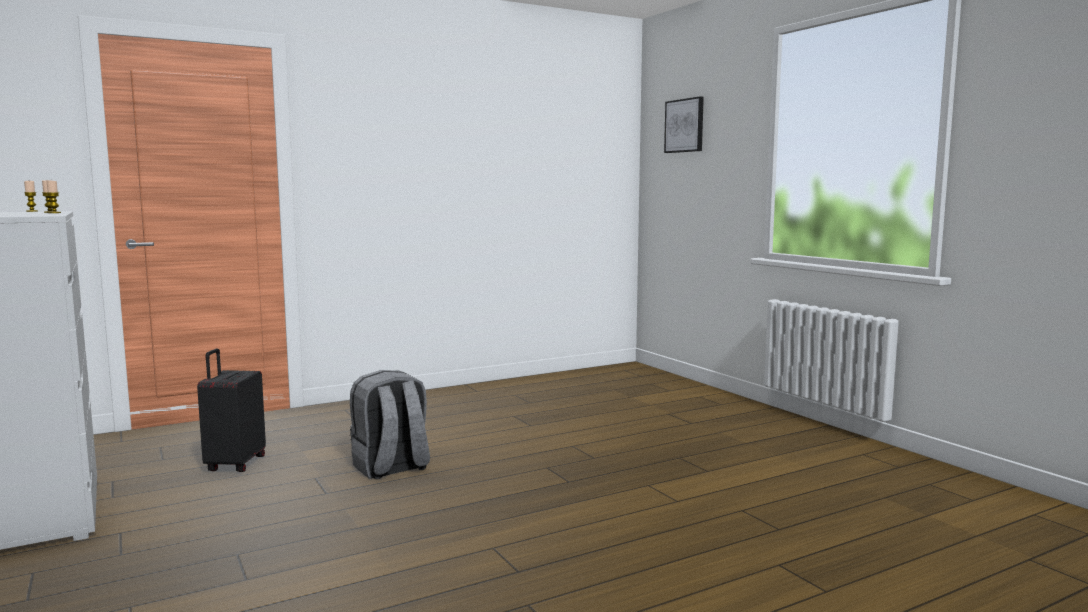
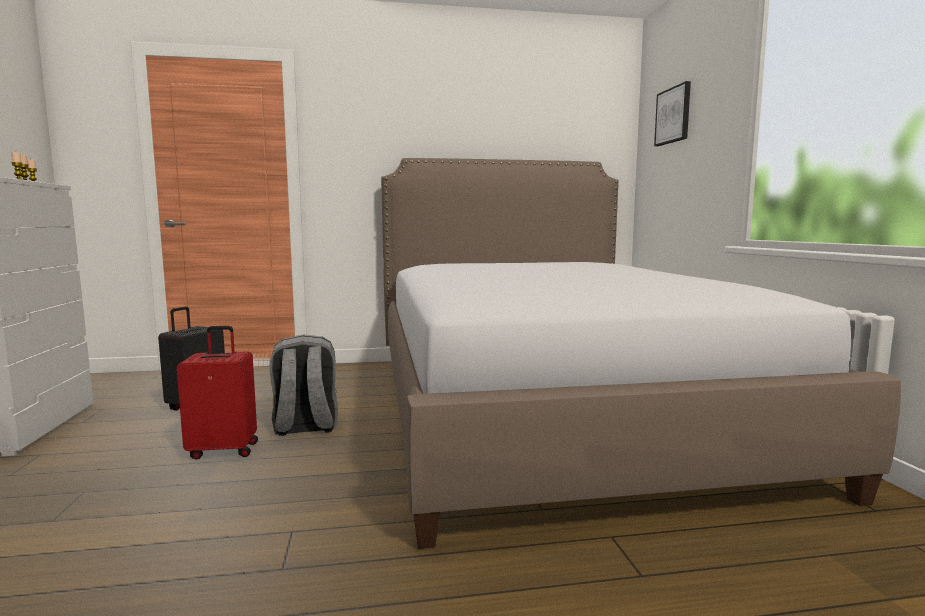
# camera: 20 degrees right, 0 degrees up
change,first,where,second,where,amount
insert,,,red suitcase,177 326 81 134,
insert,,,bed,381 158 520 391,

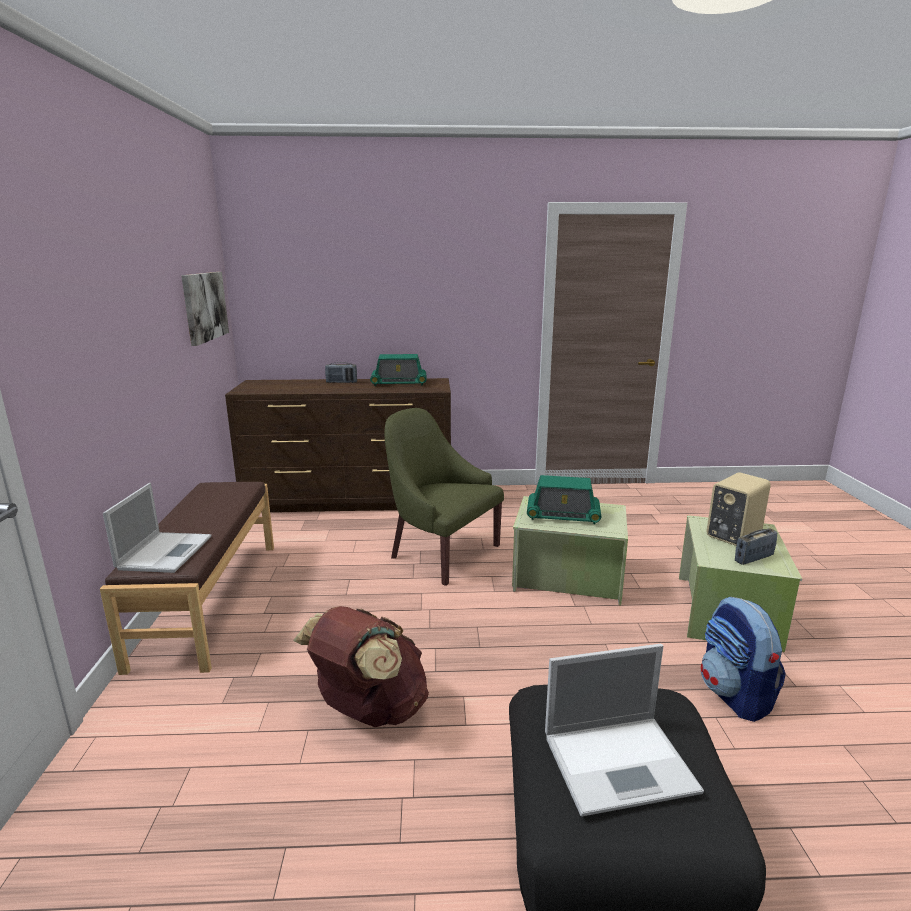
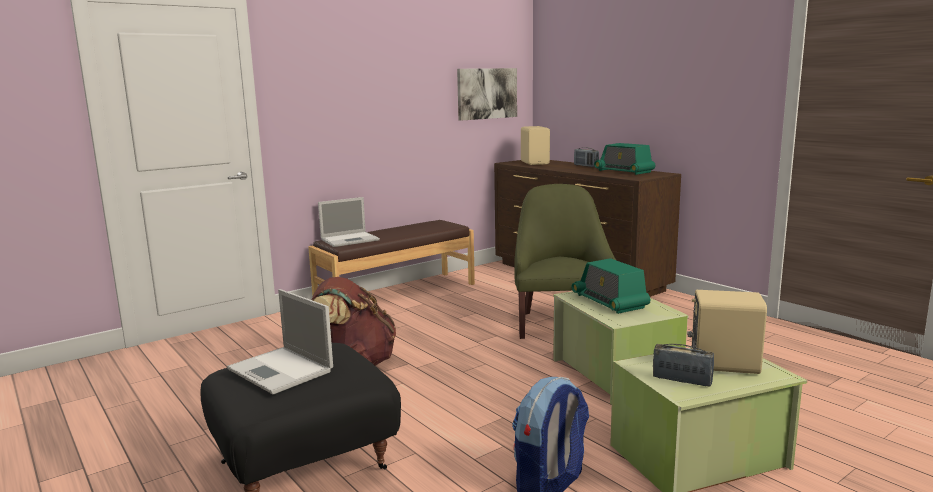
# camera: 55 degrees right, 5 degrees down
change,first,where,second,where,amount
insert,,,beige speaker,521 126 29 39,

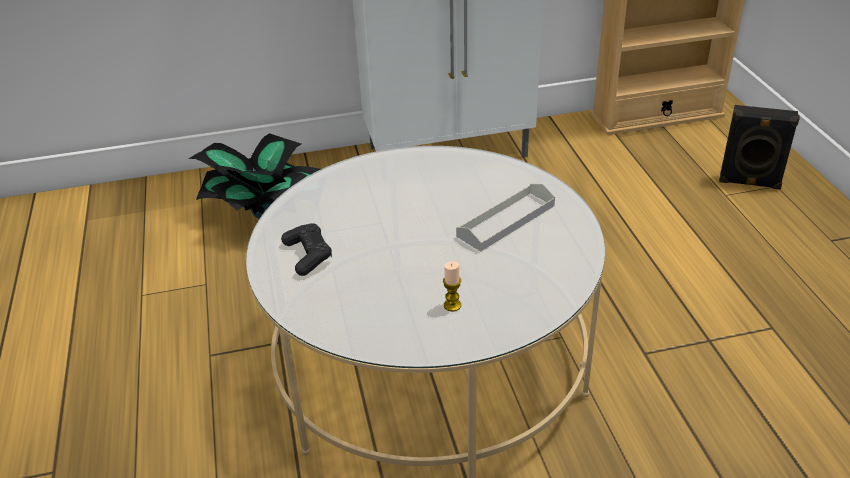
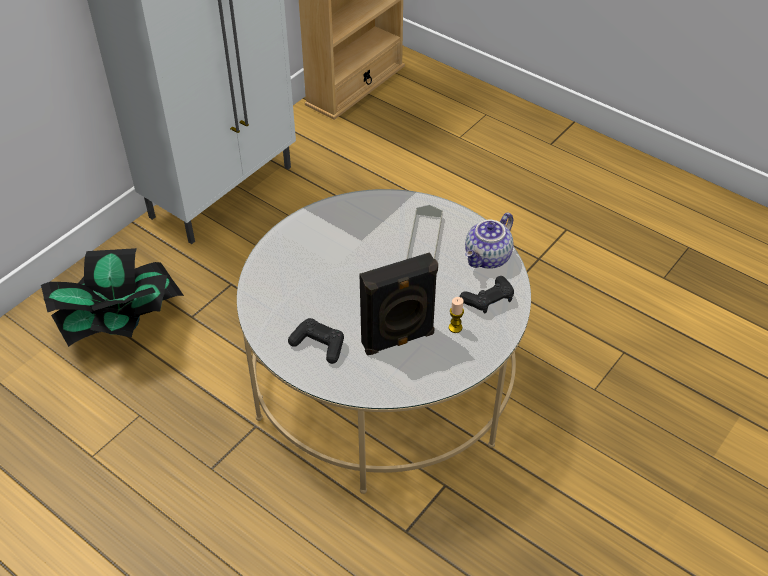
# camera: 40 degrees left, 10 degrees up
change,first,where,second,where,amount
move,black speaker,719 105 81 85,,359 252 79 103,
insert,,,black game controller,460 276 54 37,
insert,,,teapot,465 213 48 56,

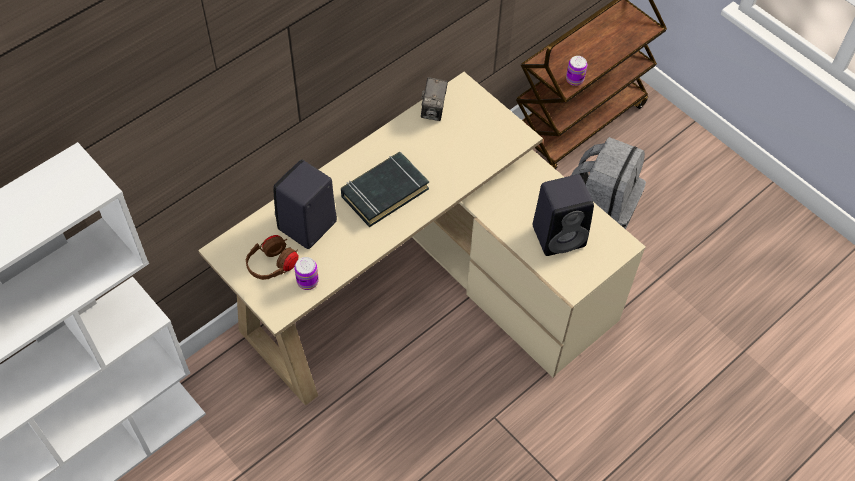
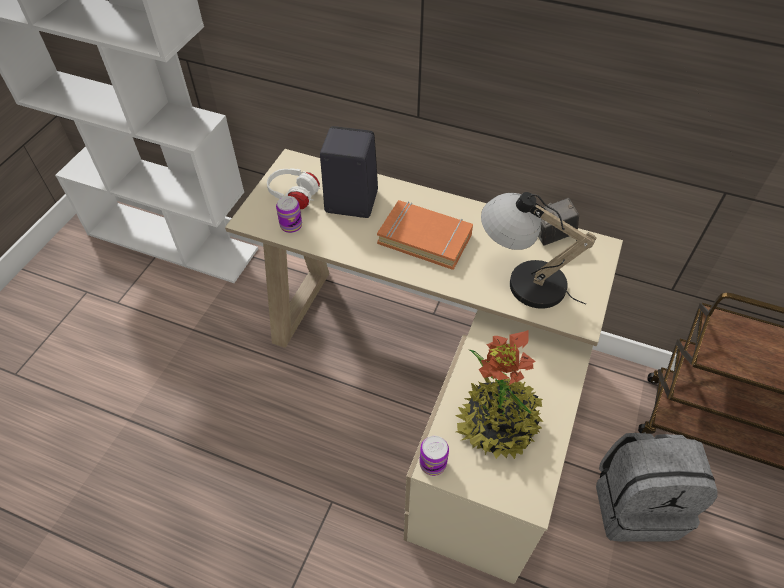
# camera: 65 degrees right, 5 degrees down
change,first,where,second,where,amount
recolor,brown headphones,246 235 53 45,white headphones,267 168 54 41,
recolor,black book,341 152 88 76,orange book,377 200 96 70,
move,can,566 56 21 30,,419 436 30 40,
replace,black speaker,533 174 61 82,potted plant,455 330 89 129,
insert,,,table lamp,481 192 115 117,

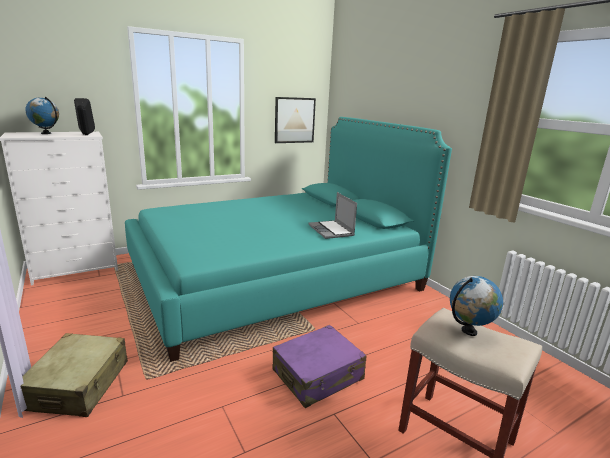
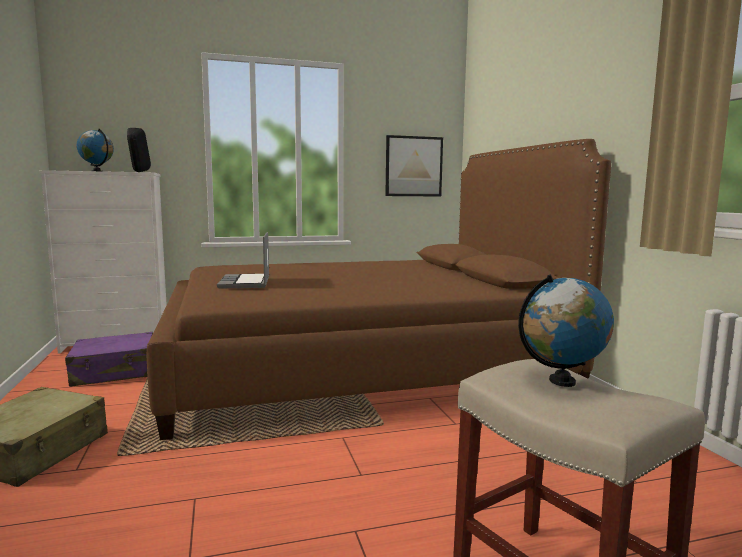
# camera: 15 degrees right, 10 degrees down
change,first,where,second,where,amount
move,purple suitcase,272 325 95 83,,65 332 88 55,
recolor,turquoise bed,125 117 327 245,brown bed,147 139 464 301,
move,laptop,308 192 49 47,,217 232 52 56,

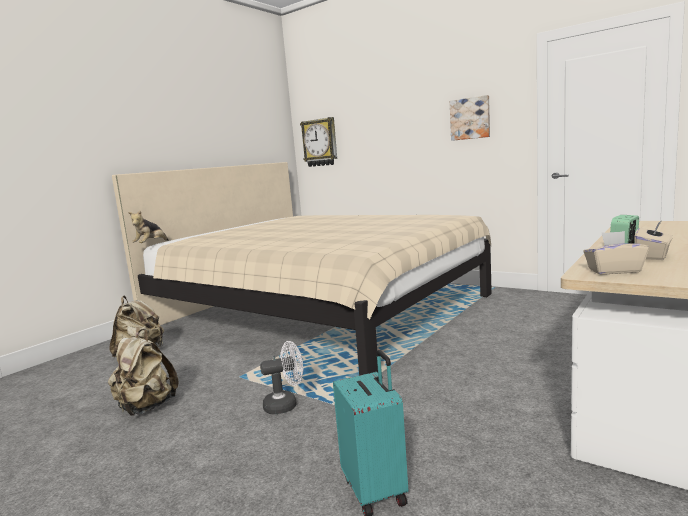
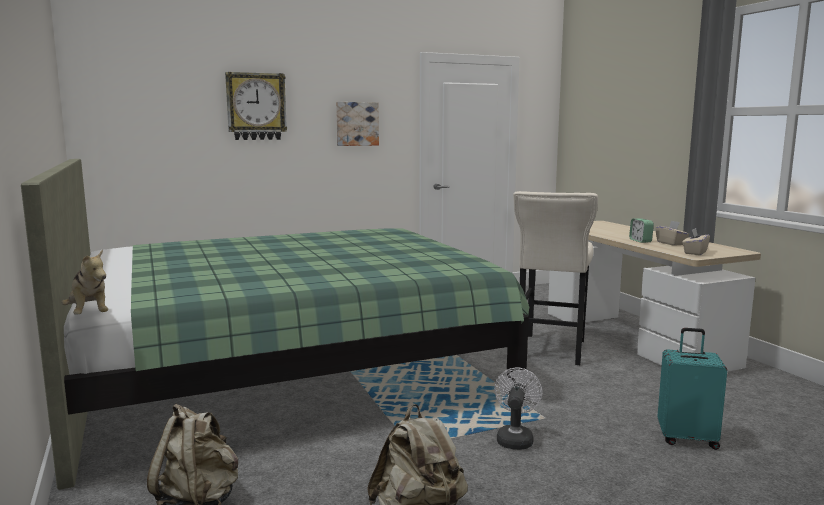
# camera: 60 degrees left, 0 degrees up
change,first,where,second,where,amount
recolor,beige bed,112 162 380 213,green bed,21 159 508 331,
move,wall clock,300 117 37 50,,225 72 62 68,
insert,,,beige stool,513 191 85 174,

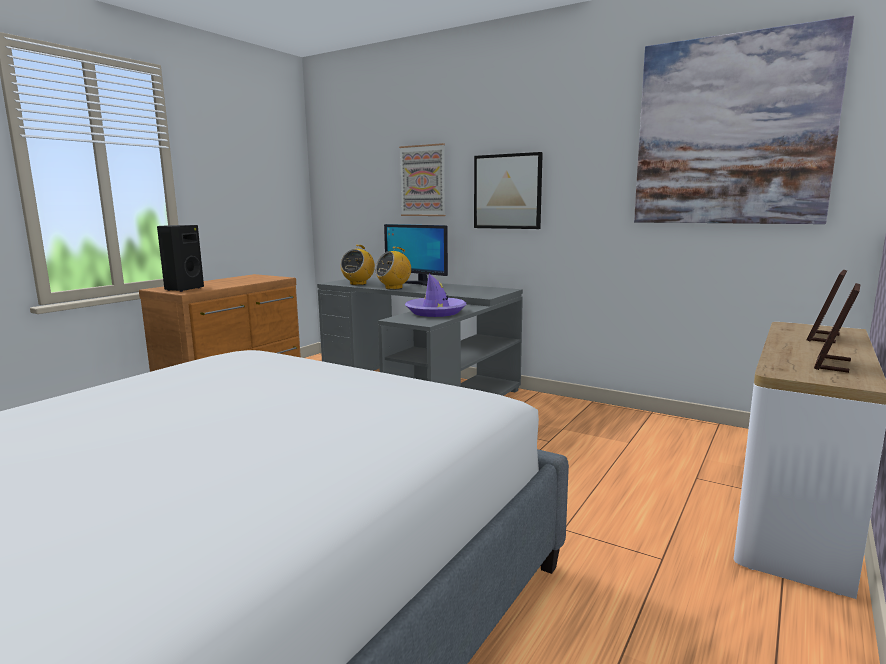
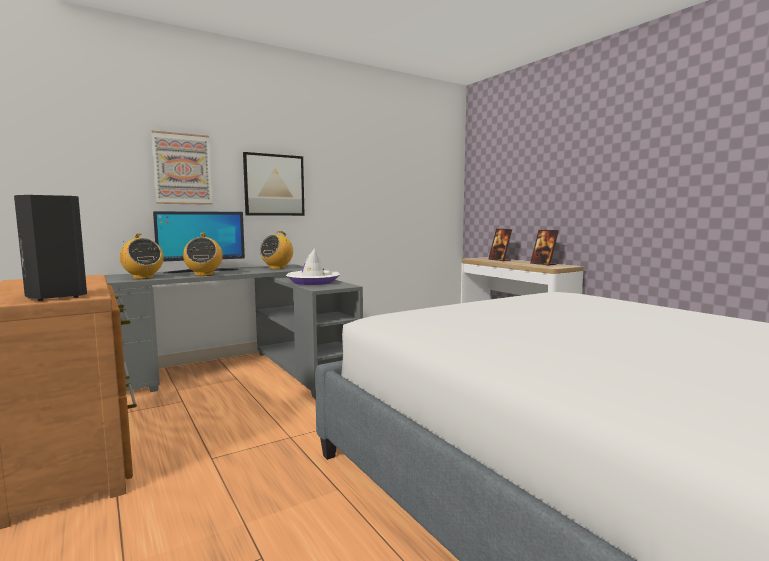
# camera: 65 degrees left, 5 degrees down
change,first,where,second,where,amount
insert,,,radio,260 231 33 38,
recolor,purple hat,405 274 62 43,white hat,286 248 54 37,
delete,picture,634 16 220 208,,,

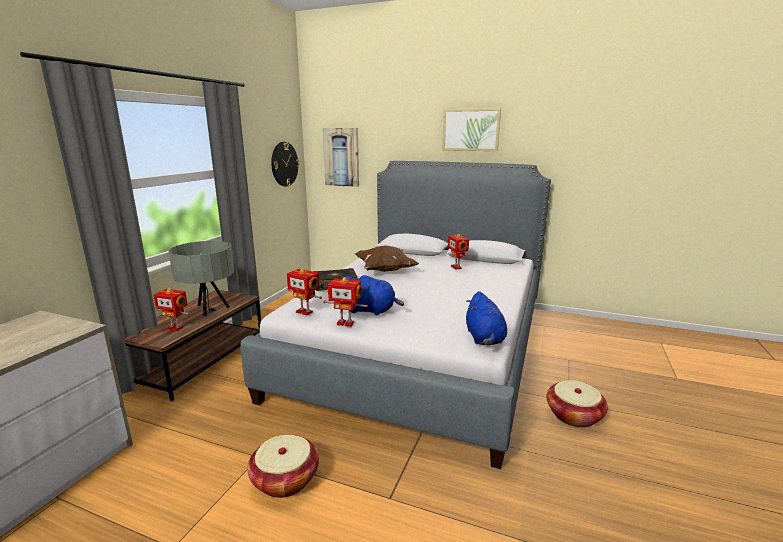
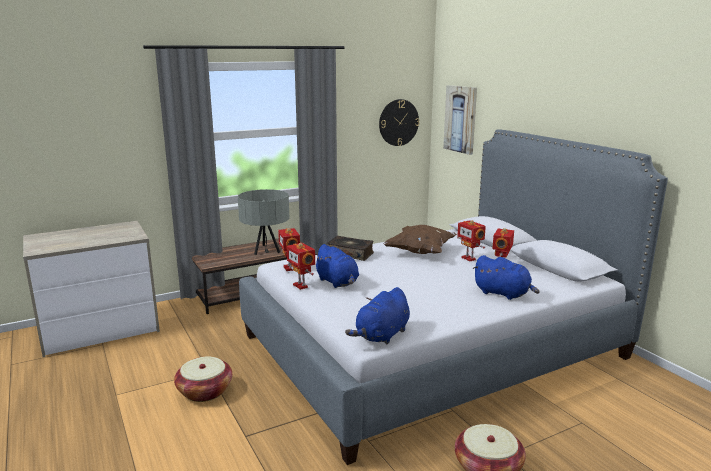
# camera: 40 degrees right, 0 degrees up
change,first,where,second,where,amount
move,toy robot,154 288 36 43,,457 220 29 41,
insert,,,blue plush toy,473 255 66 45,
delete,picture,442 108 59 43,,,

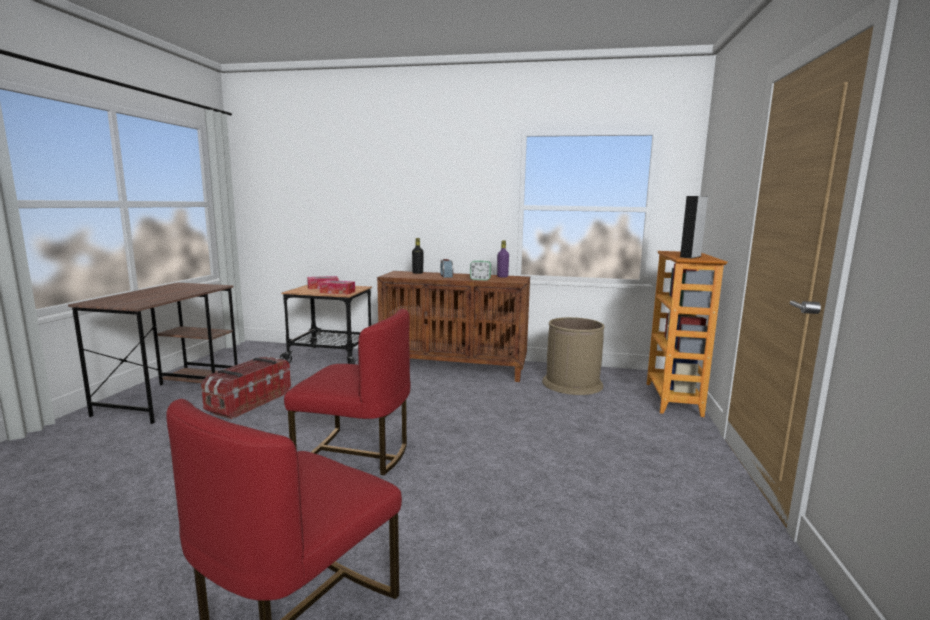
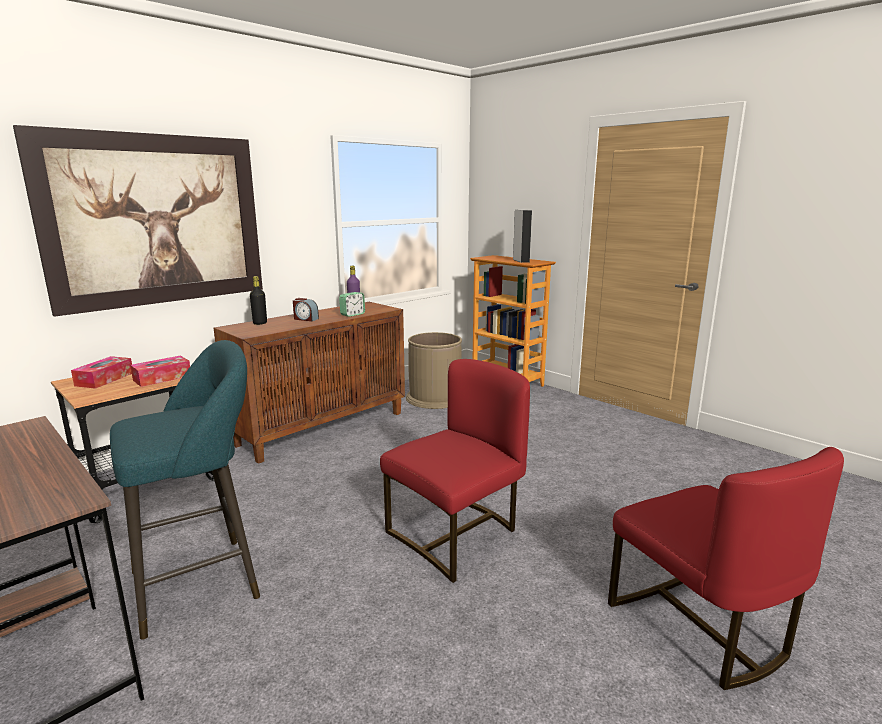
# camera: 55 degrees left, 5 degrees up
change,first,where,second,where,amount
insert,,,picture,13 125 250 192,
replace,storage box,201 356 90 63,turquoise stool,110 340 150 300,

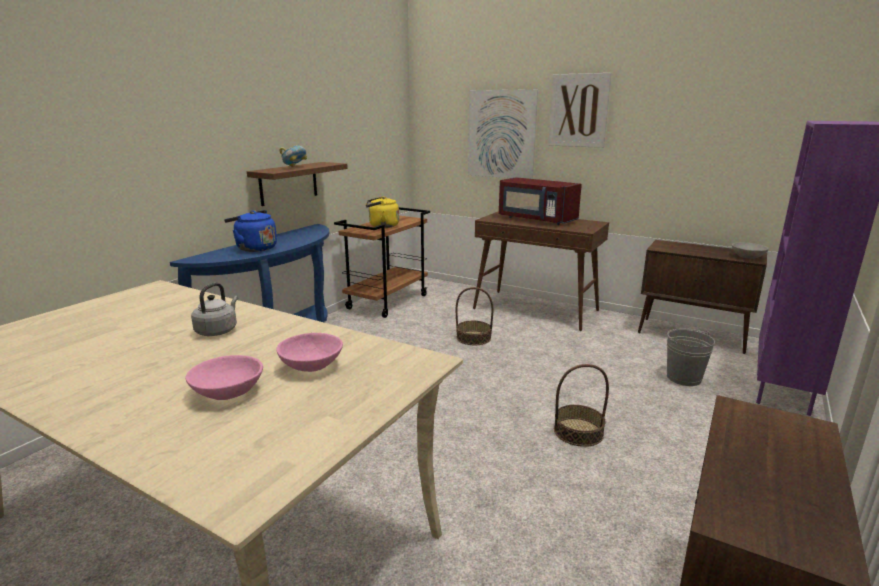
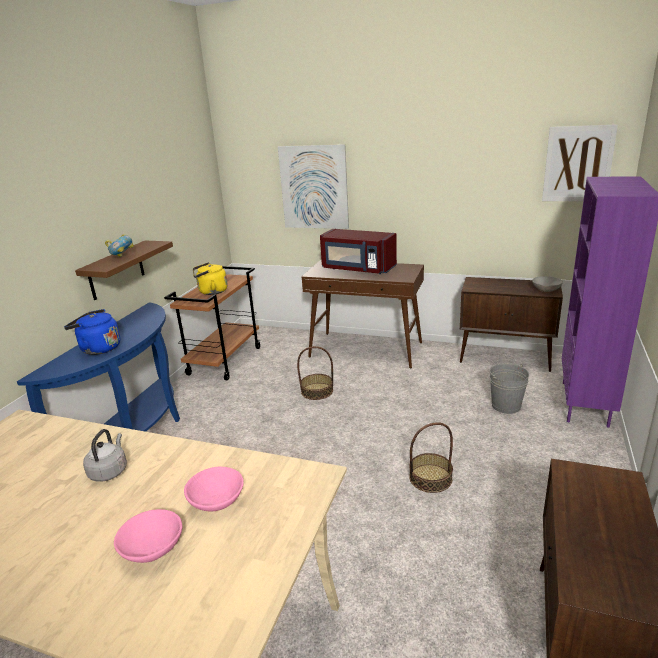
# camera: 10 degrees left, 5 degrees up
change,first,where,second,where,amount
move,picture,548 73 63 75,,542 124 76 77,

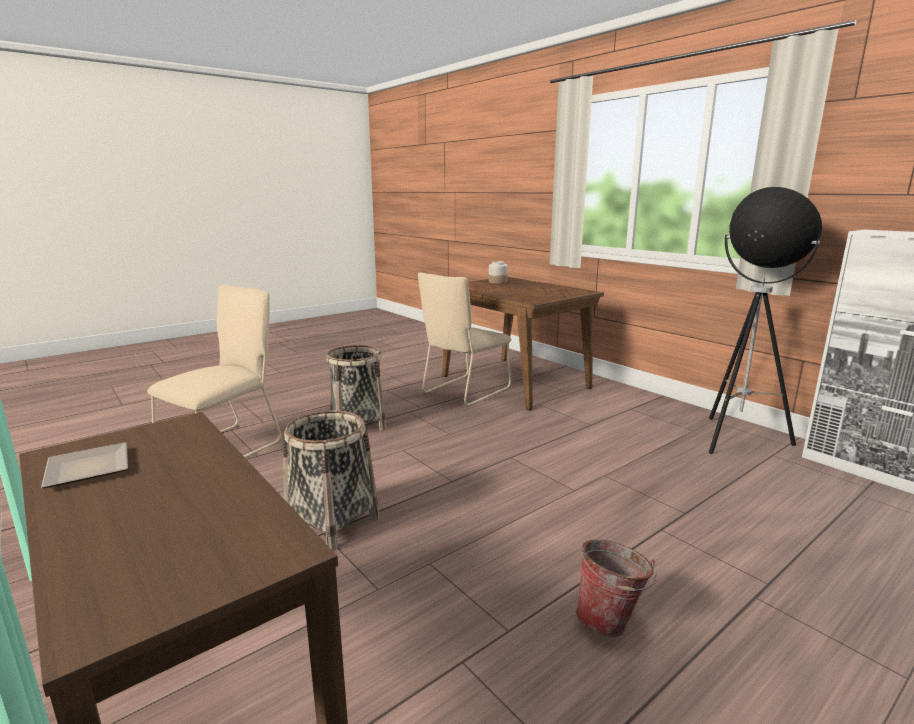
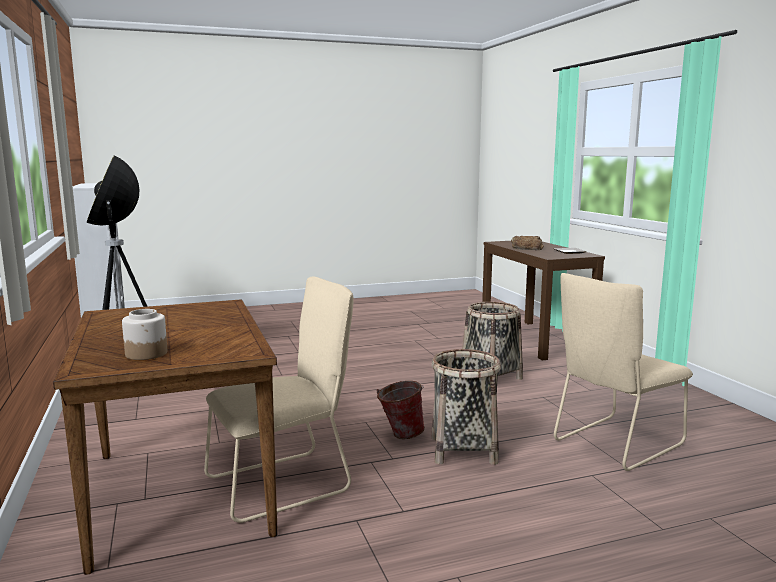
# camera: 160 degrees left, 5 degrees down
change,first,where,second,where,amount
move,bucket,576 539 81 98,,376 381 49 58,
insert,,,bread,511 236 33 14,

